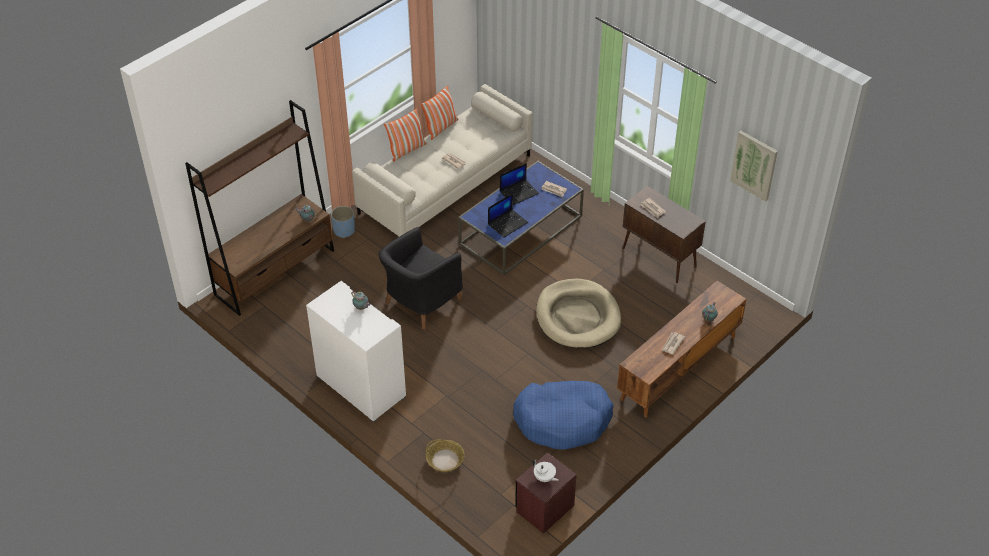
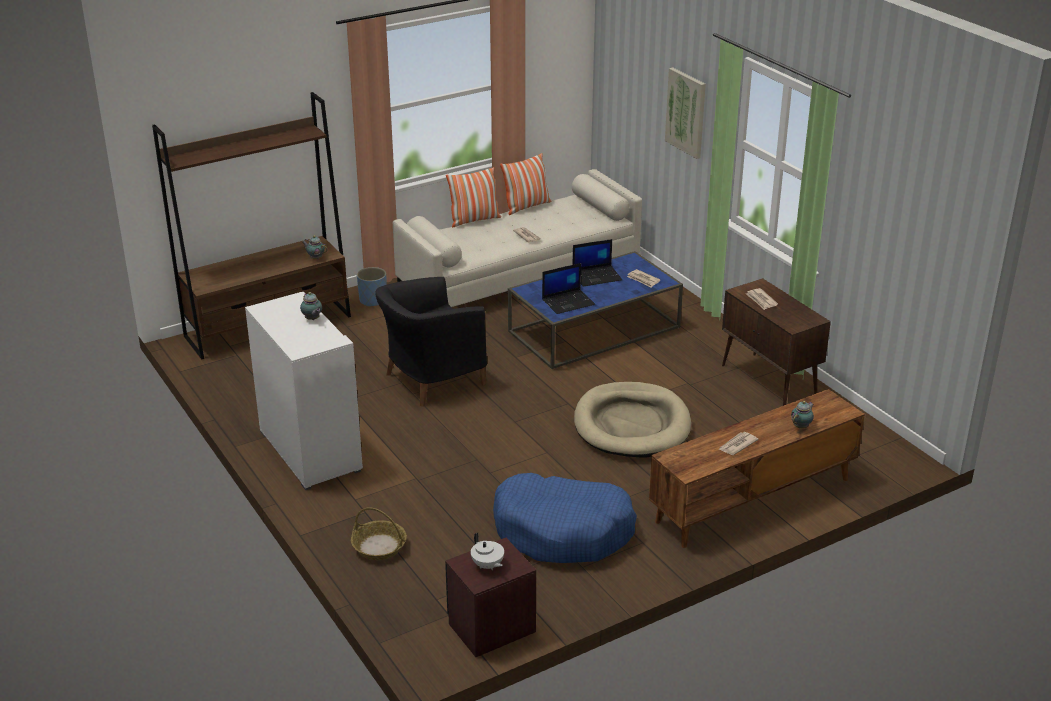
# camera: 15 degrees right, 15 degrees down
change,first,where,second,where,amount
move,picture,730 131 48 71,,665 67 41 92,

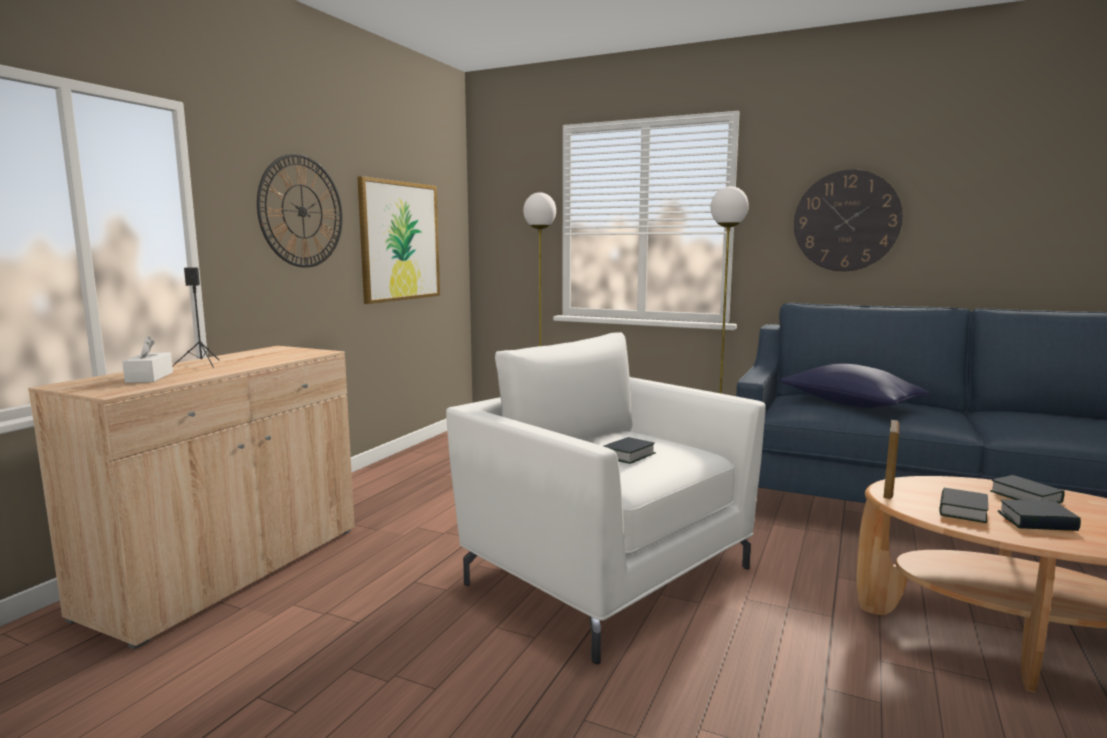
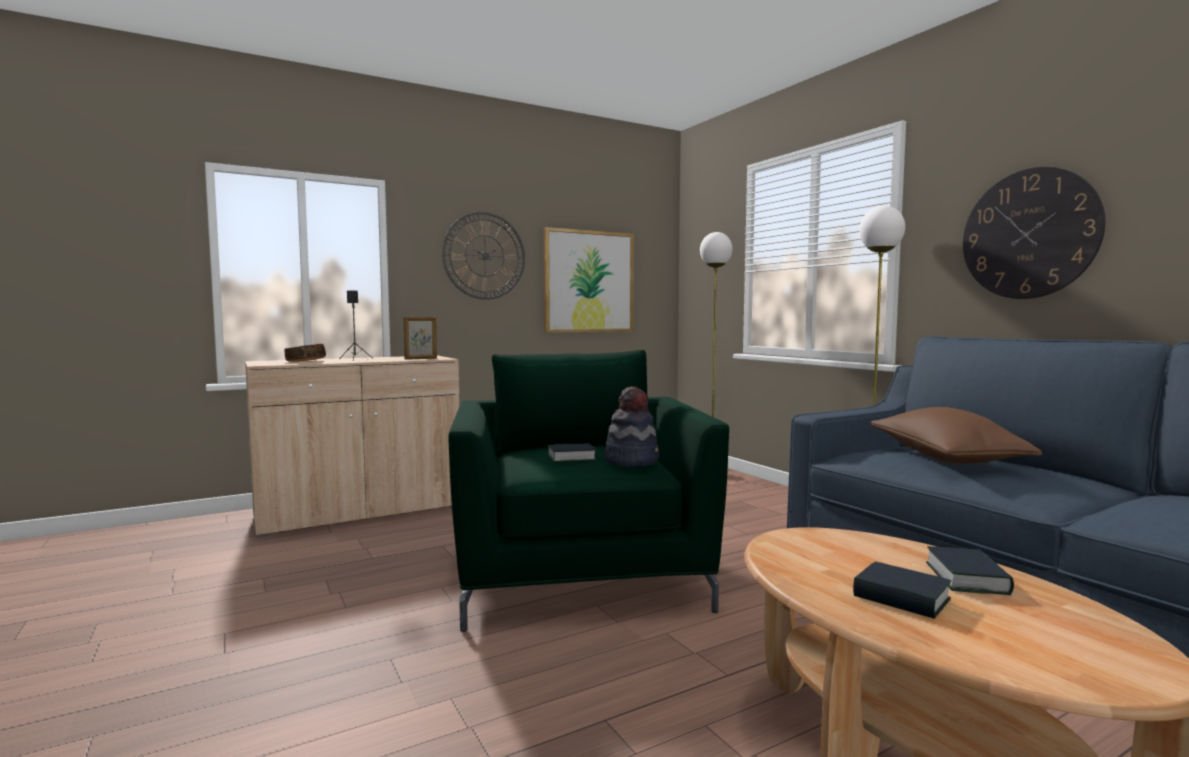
# camera: 35 degrees right, 5 degrees down
change,first,where,second,where,amount
replace,white tissue box,122 336 51 47,bowl,284 344 42 18,
move,picture frame,883 420 16 79,,404 317 33 43,
recolor,white armchair,446 332 320 332,green armchair,448 350 281 282,
insert,,,hat,605 386 54 81,
recolor,blue pillow,780 364 150 44,brown pillow,870 407 172 57,
delete,book,939 488 49 35,,,

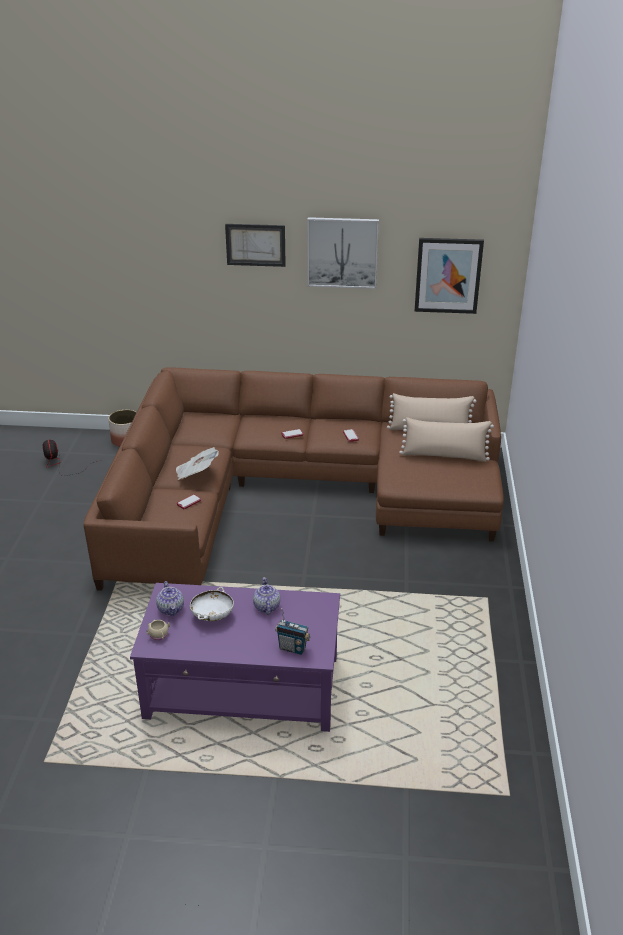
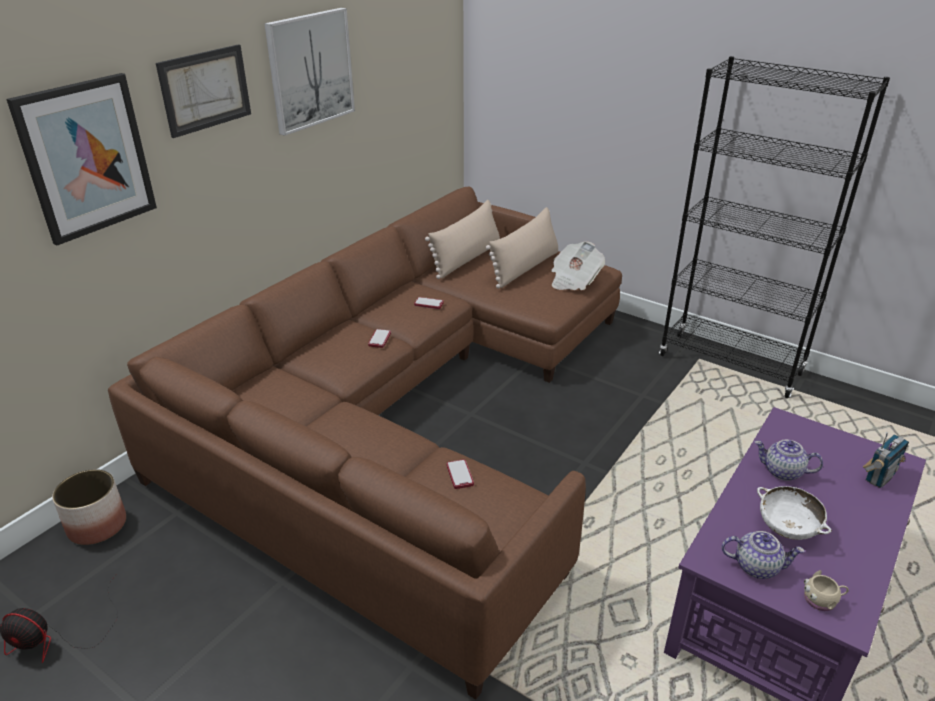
# camera: 60 degrees left, 0 degrees up
change,first,where,second,where,amount
move,picture,415 238 69 76,,6 73 151 172,
move,newspaper,176 447 43 33,,551 241 54 49,
insert,,,black bookcase,659 56 231 342,

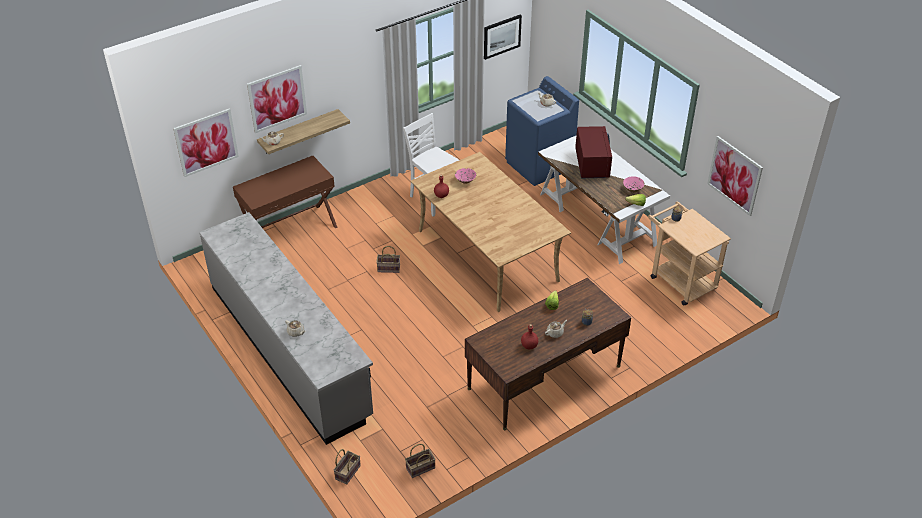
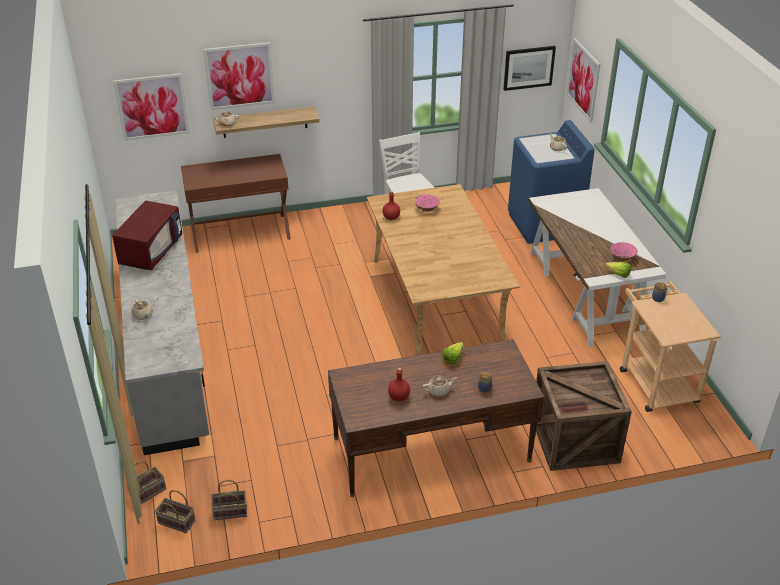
# camera: 20 degrees right, 5 degrees down
change,first,where,second,where,amount
move,red microwave,575 126 37 52,,112 201 71 69,
move,basket,376 246 24 27,,155 490 40 43,
insert,,,crate,536 361 96 110,
move,picture,707 136 56 80,,567 38 33 84,

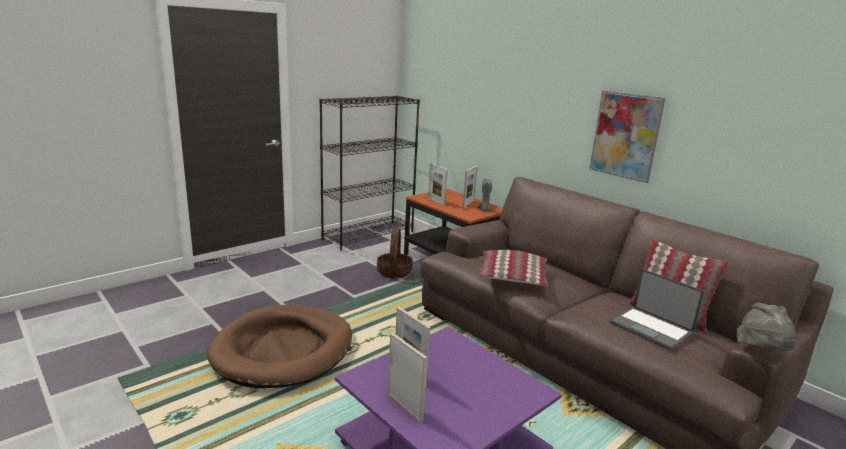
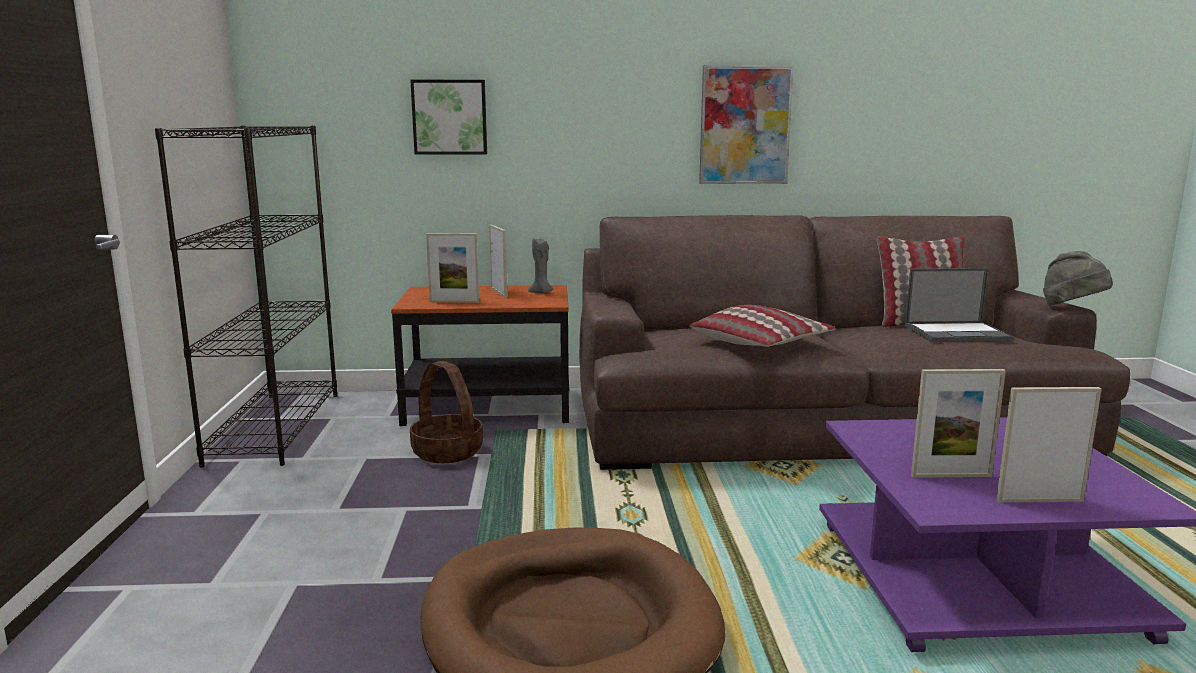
# camera: 50 degrees left, 5 degrees down
change,first,where,second,where,amount
insert,,,picture,410 80 77 75,

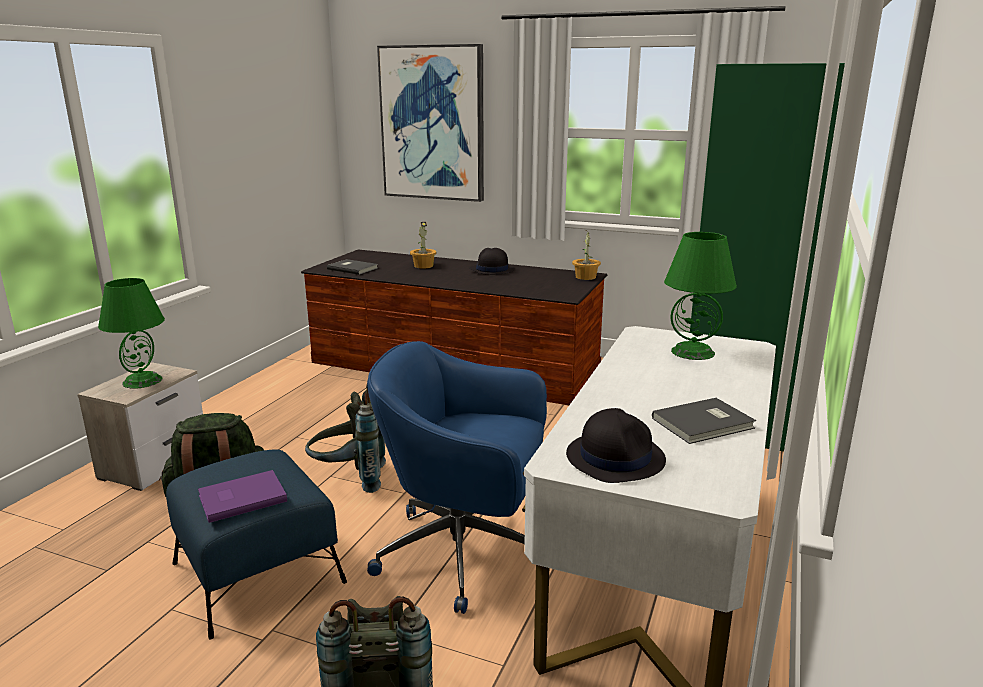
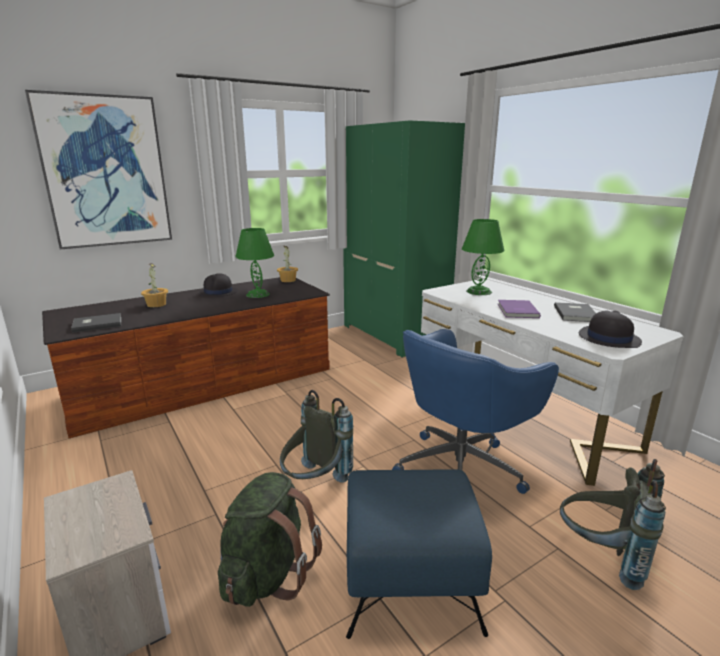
# camera: 55 degrees left, 0 degrees up
change,first,where,second,where,amount
move,green table lamp,98 278 67 111,,235 228 39 70,
move,purple book,198 470 89 53,,498 300 43 18,

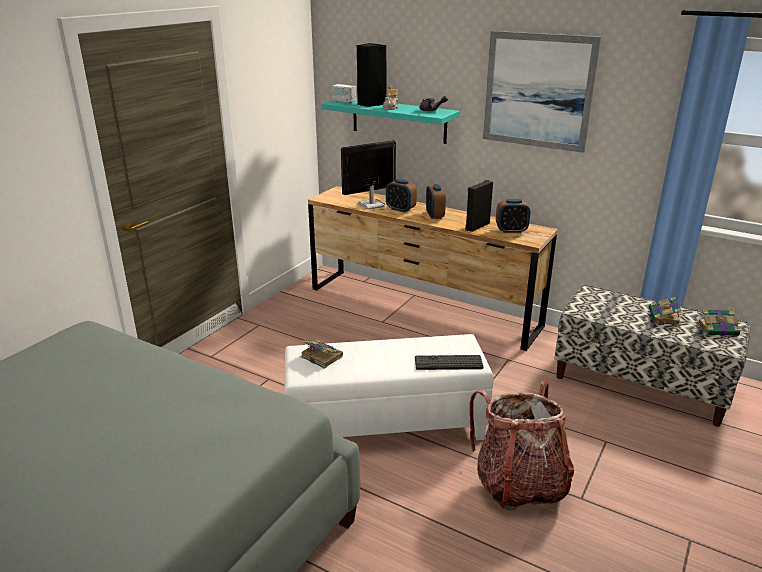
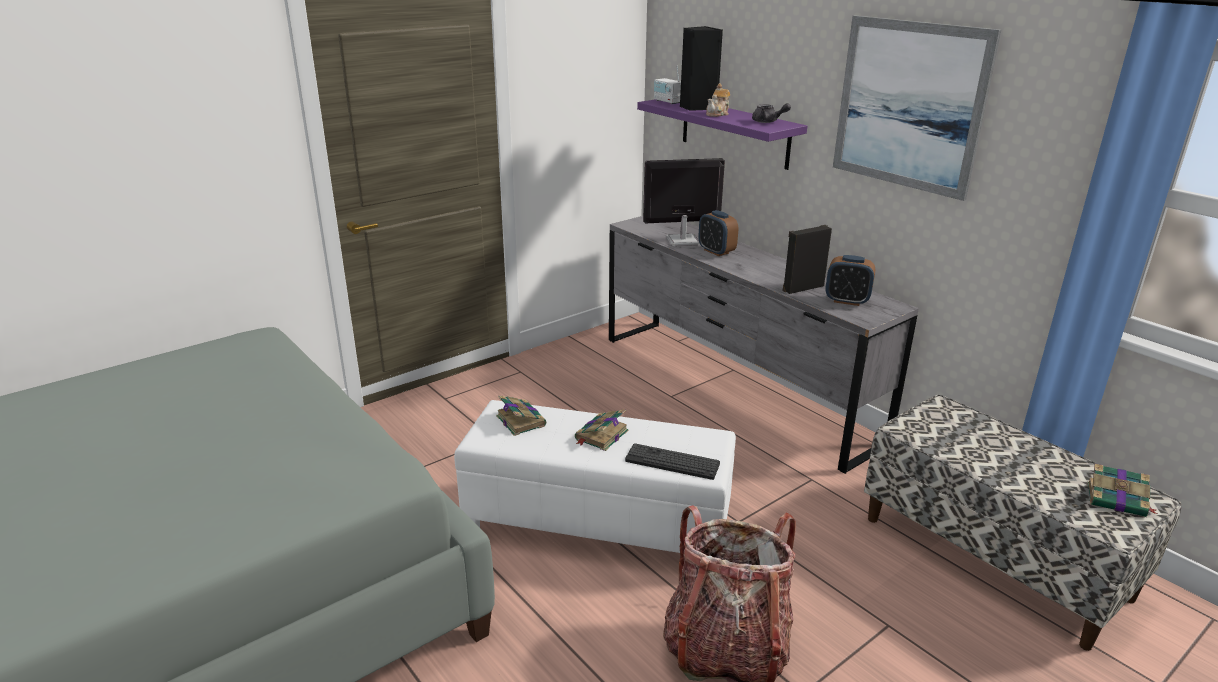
# camera: 20 degrees right, 0 degrees up
change,first,where,second,where,amount
move,book,649 297 32 29,,575 409 54 42,
recolor,brown dresser,308 186 249 165,grey dresser,609 216 310 258,
recolor,turquoise shelf,322 99 138 45,purple shelf,637 99 170 71,
delete,alarm clock,426 184 20 35,,,

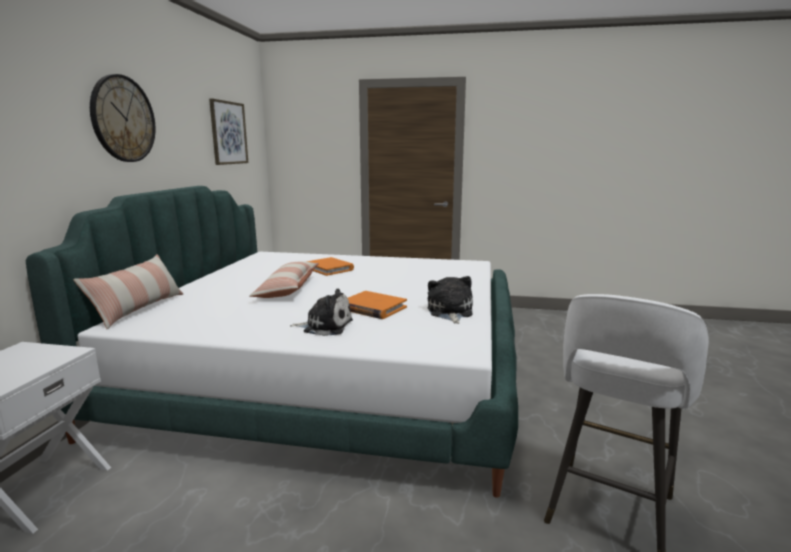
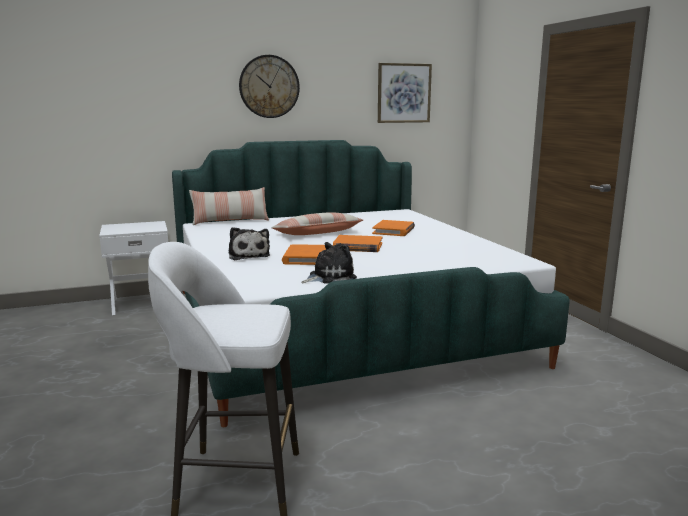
# camera: 60 degrees right, 0 degrees up
change,first,where,second,where,amount
insert,,,orange book,333 235 49 17,

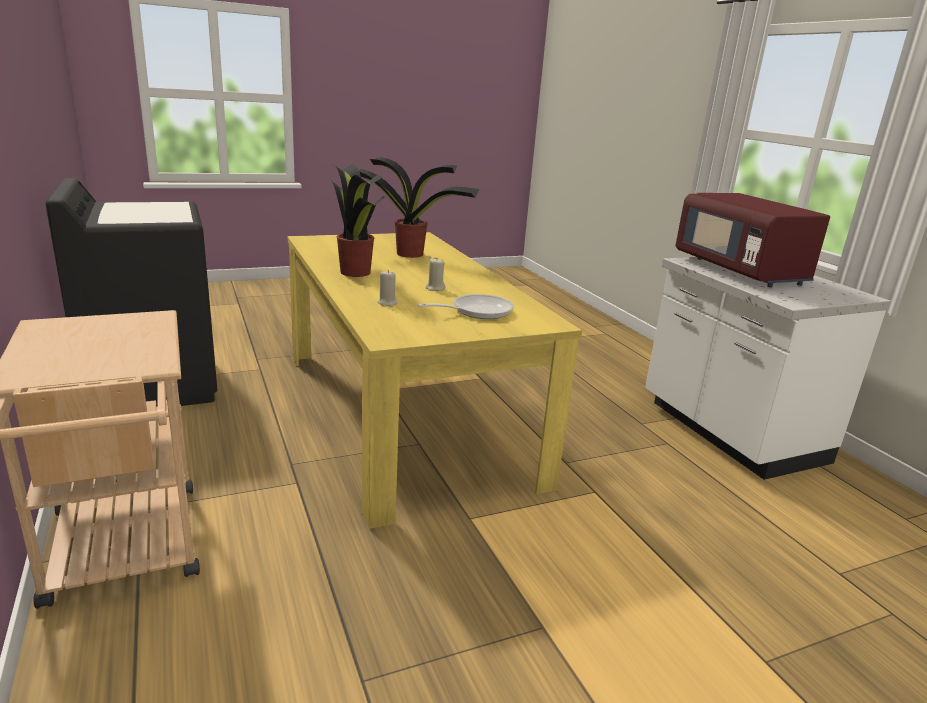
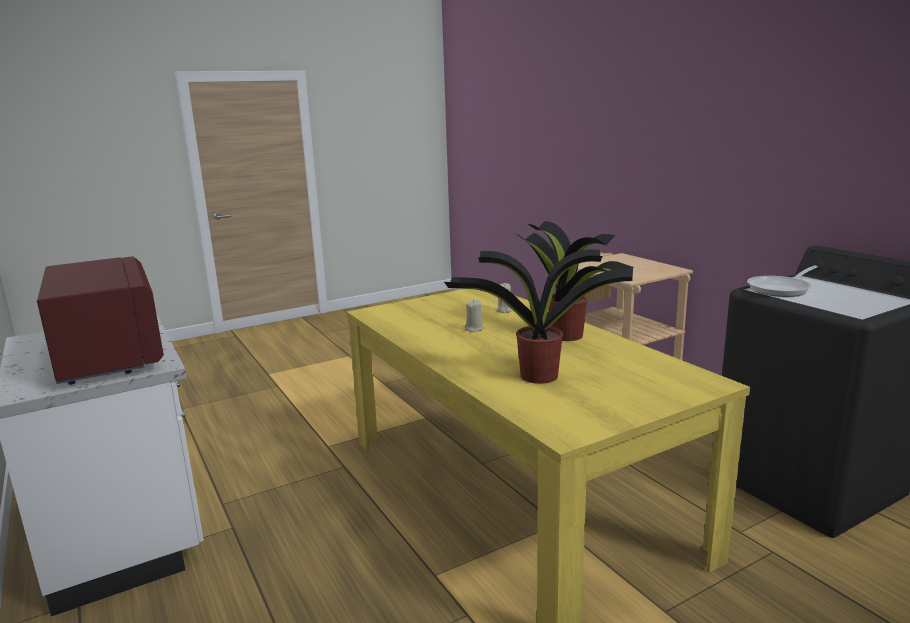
# camera: 175 degrees right, 5 degrees down
change,first,where,second,where,amount
move,frying pan,417 294 97 25,,747 266 70 31,

